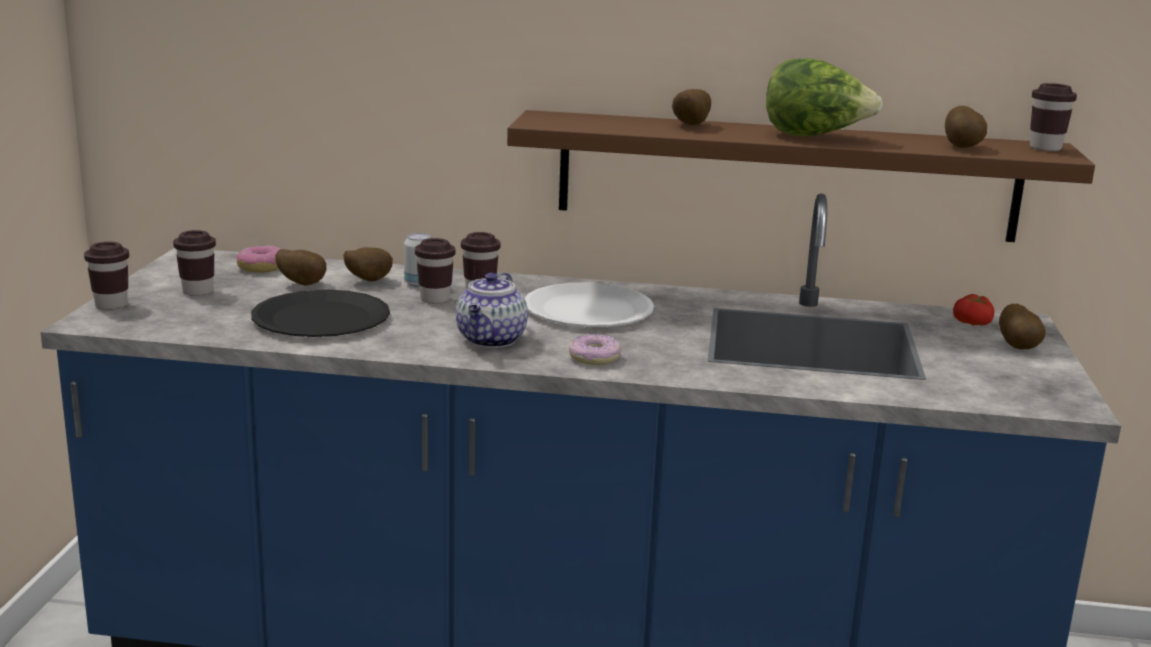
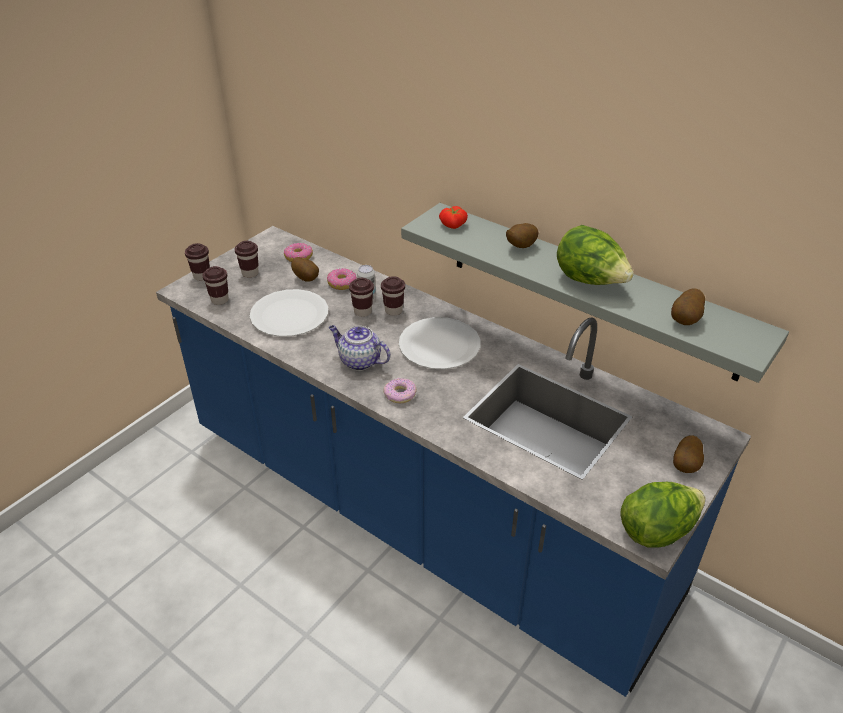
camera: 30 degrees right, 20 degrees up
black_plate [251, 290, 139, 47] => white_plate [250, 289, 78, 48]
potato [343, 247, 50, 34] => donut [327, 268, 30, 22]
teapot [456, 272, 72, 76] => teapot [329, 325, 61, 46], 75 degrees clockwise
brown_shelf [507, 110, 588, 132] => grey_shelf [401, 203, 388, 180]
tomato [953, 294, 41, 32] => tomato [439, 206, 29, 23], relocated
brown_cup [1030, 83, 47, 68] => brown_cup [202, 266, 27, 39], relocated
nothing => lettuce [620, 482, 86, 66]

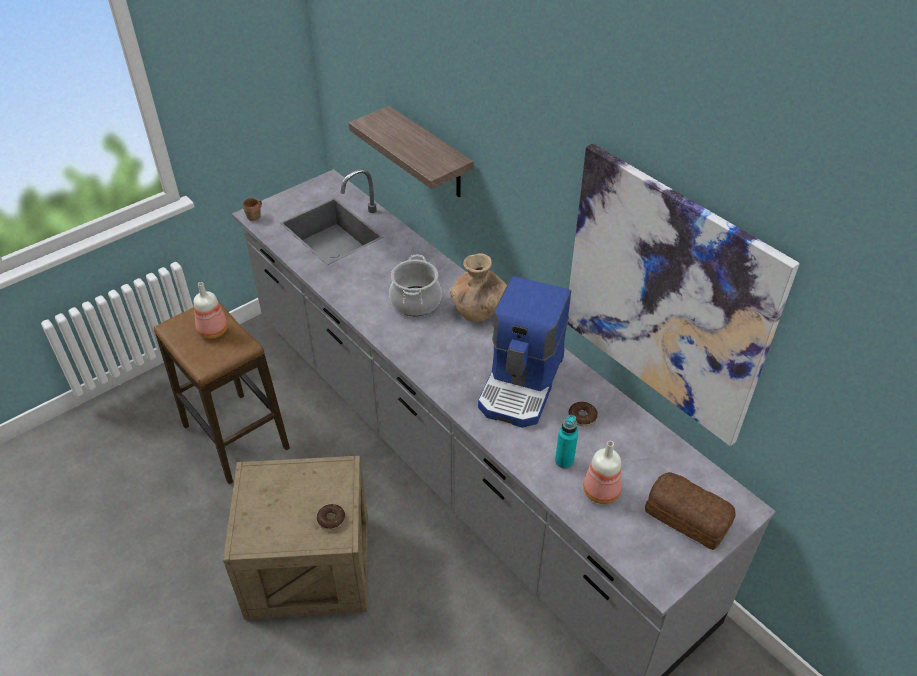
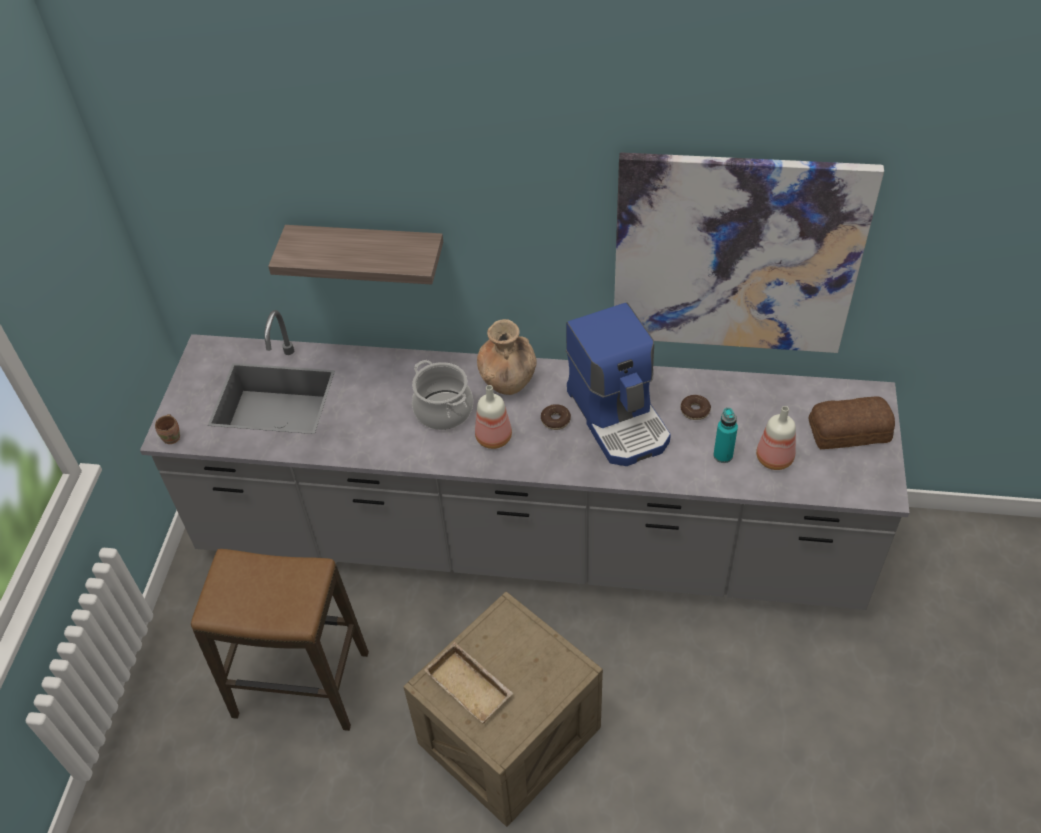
camera: 40 degrees left, 5 degrees up
bottle [194, 282, 34, 57] => bottle [475, 385, 37, 64], relocated
donut [317, 504, 28, 26] => donut [541, 404, 30, 26], relocated
nothing => beige_tray [424, 642, 89, 82]

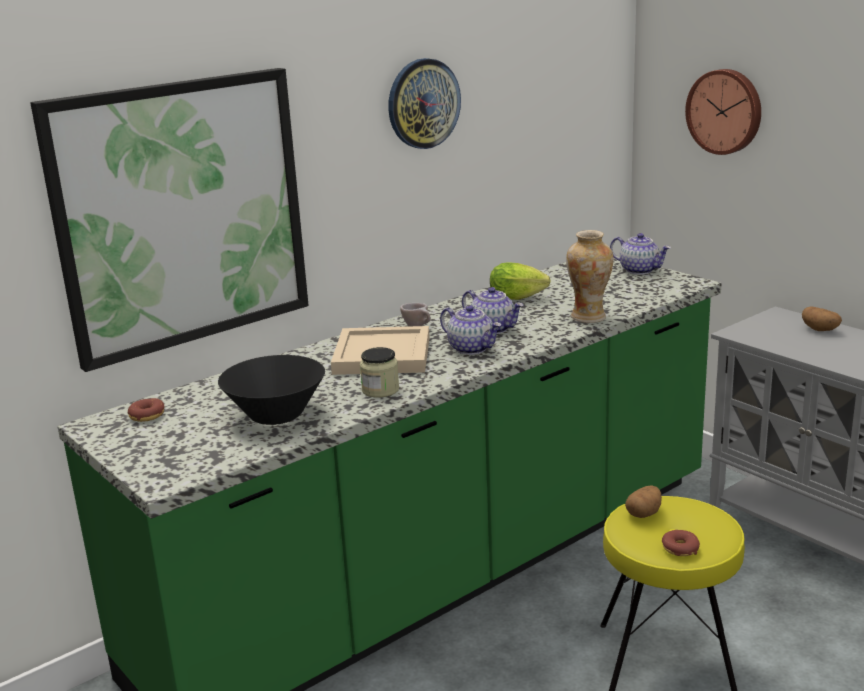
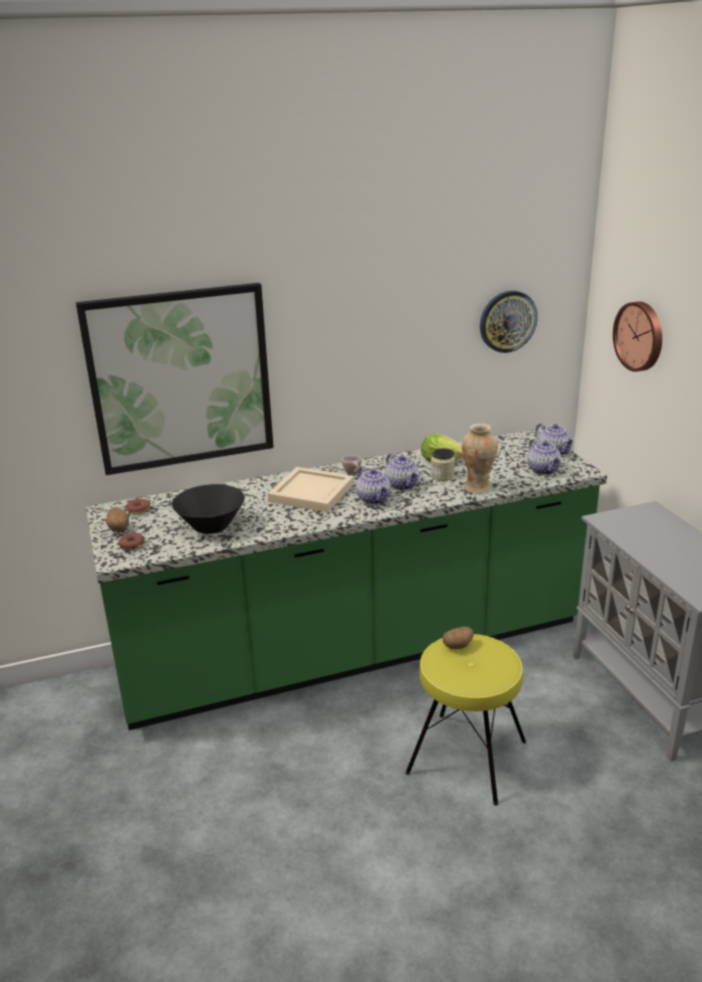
camera: 20 degrees right, 5 degrees up
jar [360, 347, 39, 51] => jar [431, 448, 24, 33], relocated
wall_clock [388, 58, 73, 91] => wall_clock [480, 290, 58, 63], relocated
donut [662, 530, 38, 26] => donut [118, 533, 27, 18], relocated
potato [802, 307, 40, 24] => potato [106, 508, 23, 23], relocated
nothing => teapot [528, 439, 33, 36]

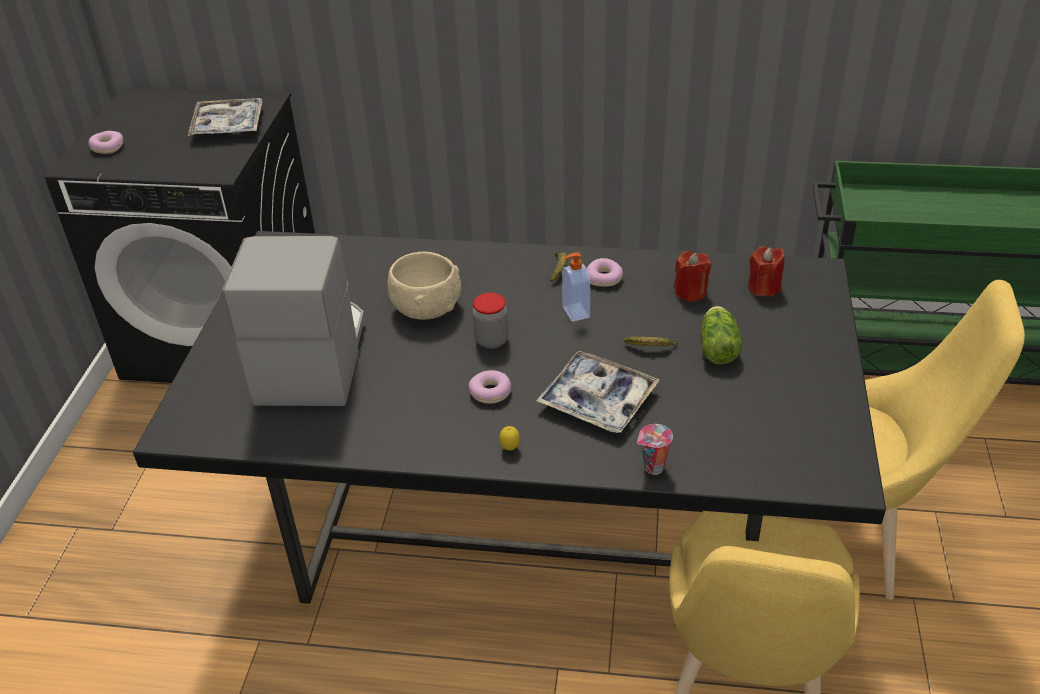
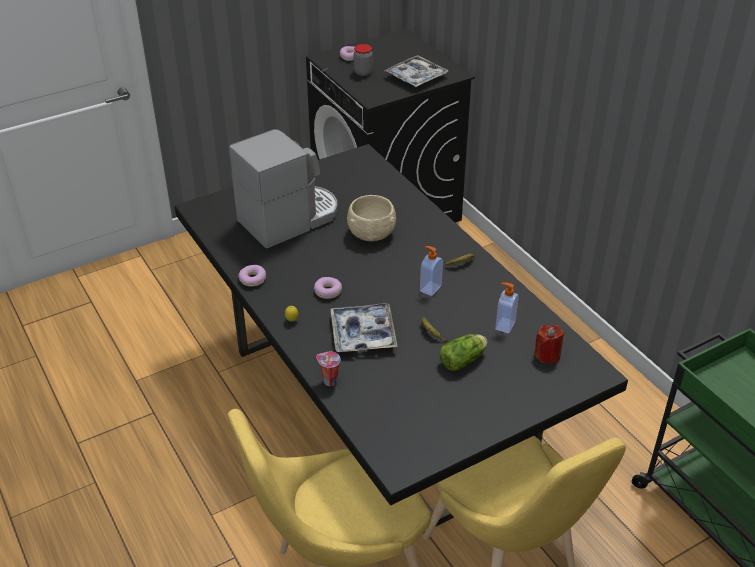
camera: 50 degrees right, 0 degrees up
jar [472, 293, 37, 56] => jar [354, 44, 19, 32], relocated
donut [587, 258, 36, 29] => donut [238, 265, 28, 22], relocated
red_candle [674, 251, 37, 51] => soap_dispenser [495, 282, 24, 52]

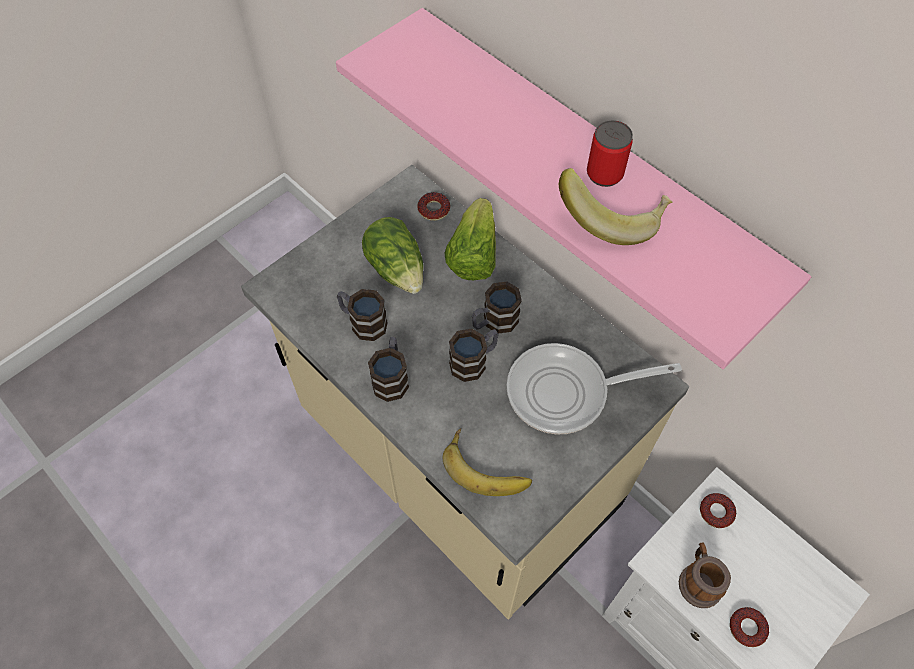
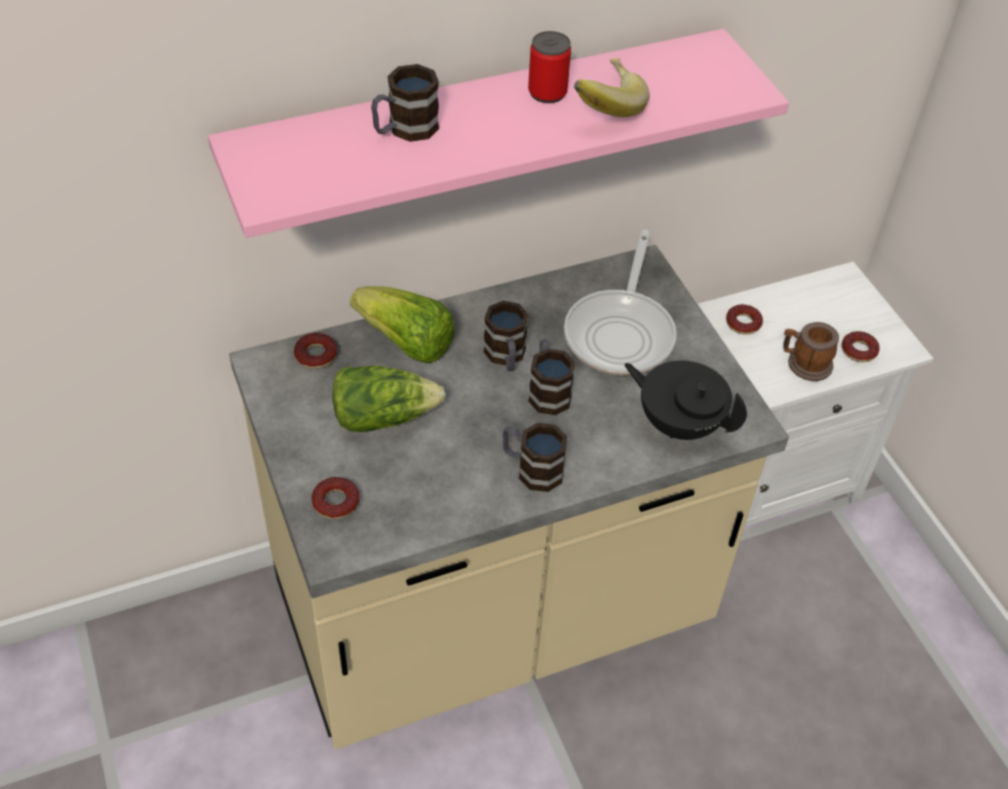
camera: 70 degrees left, 10 degrees down
mug [337, 289, 51, 52] => mug [371, 64, 68, 78], relocated
banana [443, 428, 89, 68] => black_teapot [624, 360, 123, 80]
nothing => donut [311, 477, 48, 42]

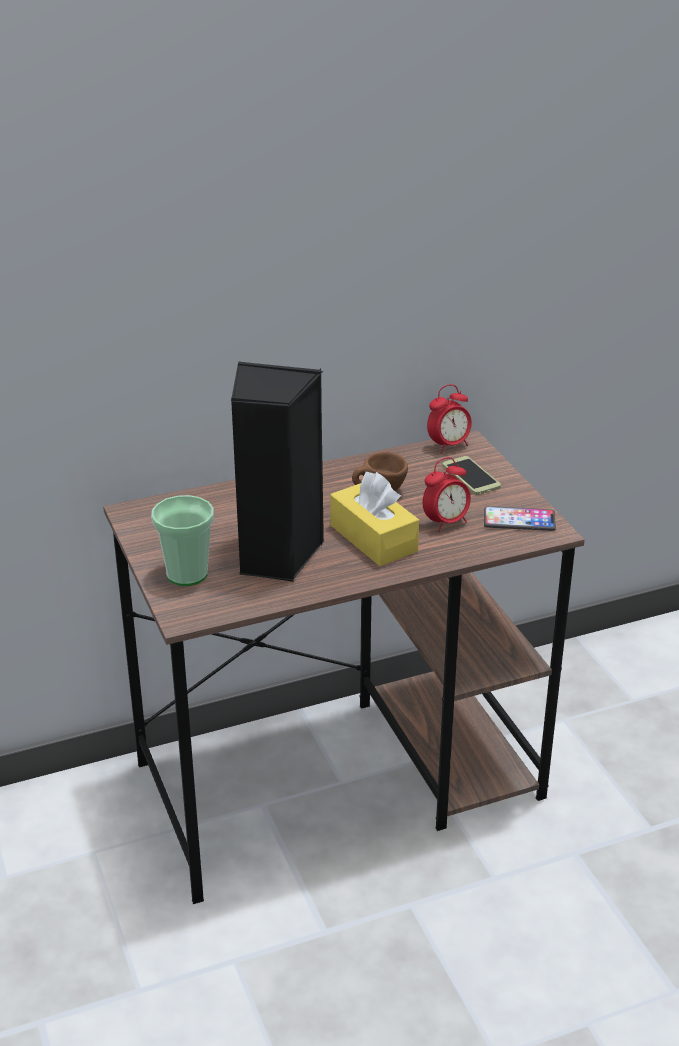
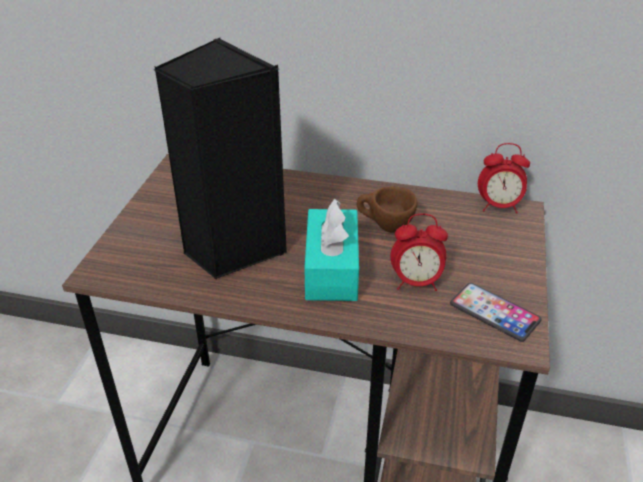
camera: 35 degrees right, 5 degrees up
cup [151, 495, 63, 91] => nothing
yellow_tissue_box [330, 472, 89, 94] => turquoise_tissue_box [304, 198, 55, 103]
phone [442, 456, 59, 39] => nothing

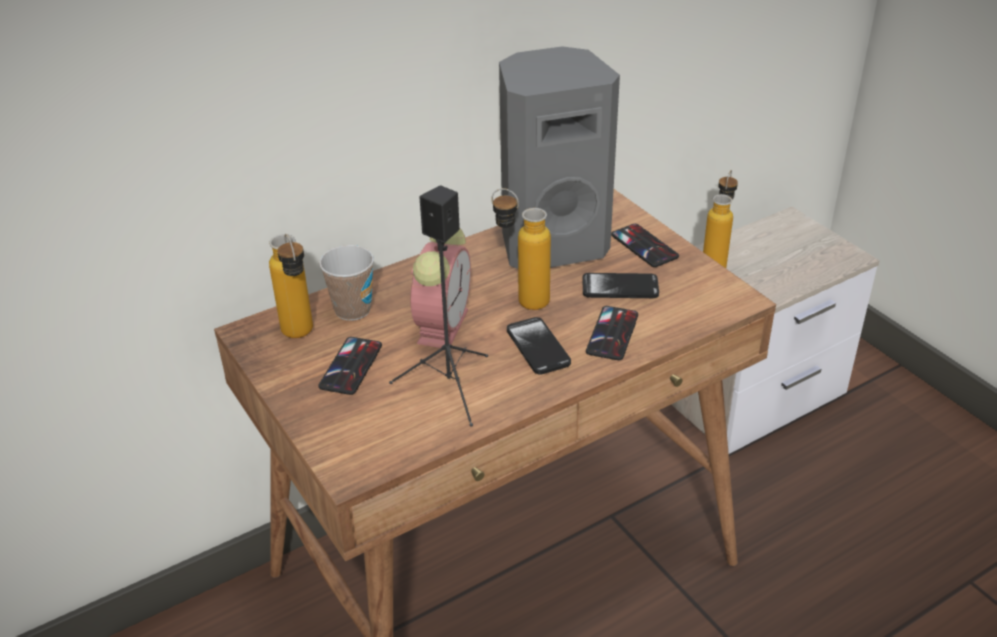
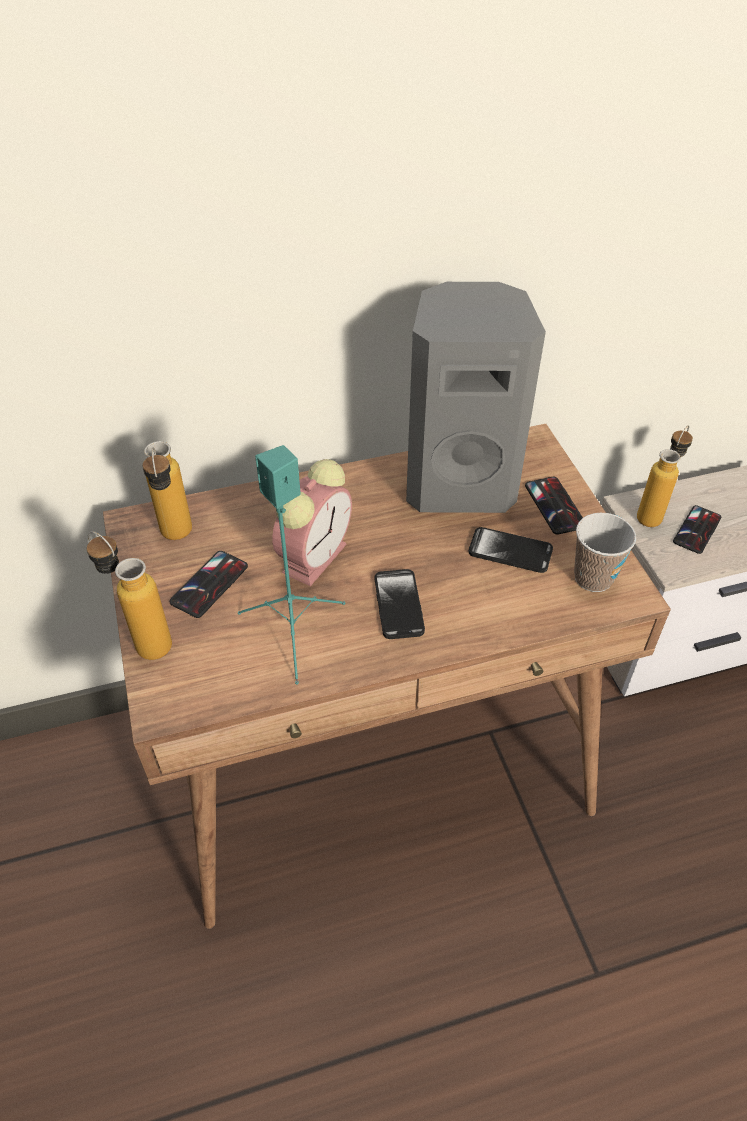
camera: 15 degrees right, 10 degrees up
cup [319, 245, 55, 76] => cup [574, 512, 62, 80], relocated
black_speaker [389, 185, 99, 241] => turquoise_speaker [238, 445, 107, 240]
bottle [491, 188, 60, 122] => bottle [86, 531, 86, 129], relocated
phone [586, 306, 52, 54] => phone [673, 505, 48, 49], relocated

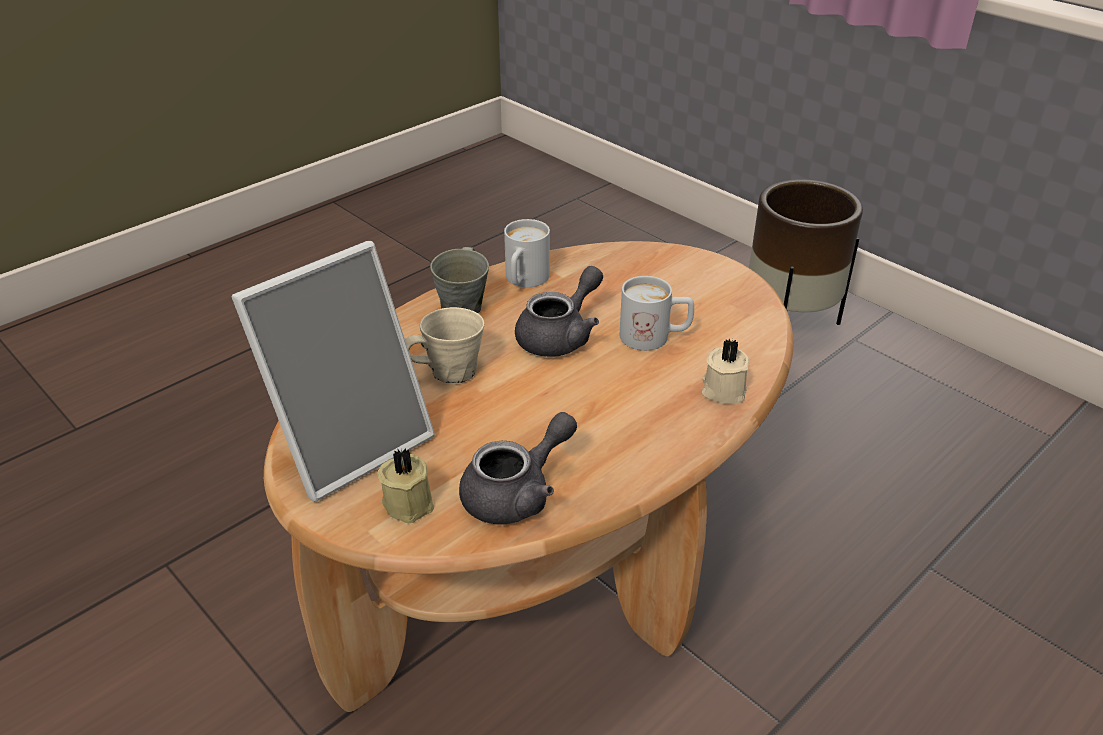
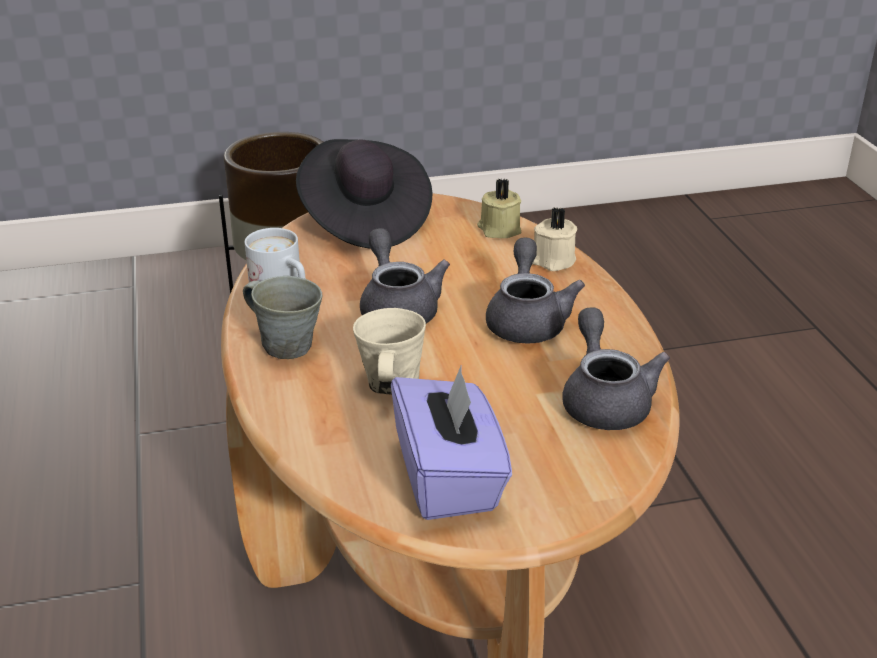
camera: 60 degrees left, 5 degrees down
picture_frame [231, 241, 204, 261] => purple_tissue_box [391, 366, 121, 154]
beige_candle [377, 448, 57, 75] => beige_candle [477, 178, 44, 60], relocated
white_mug [620, 276, 74, 75] => nothing
nothing => black_hat [296, 139, 136, 110]
nothing => grey_teapot [486, 237, 99, 107]

